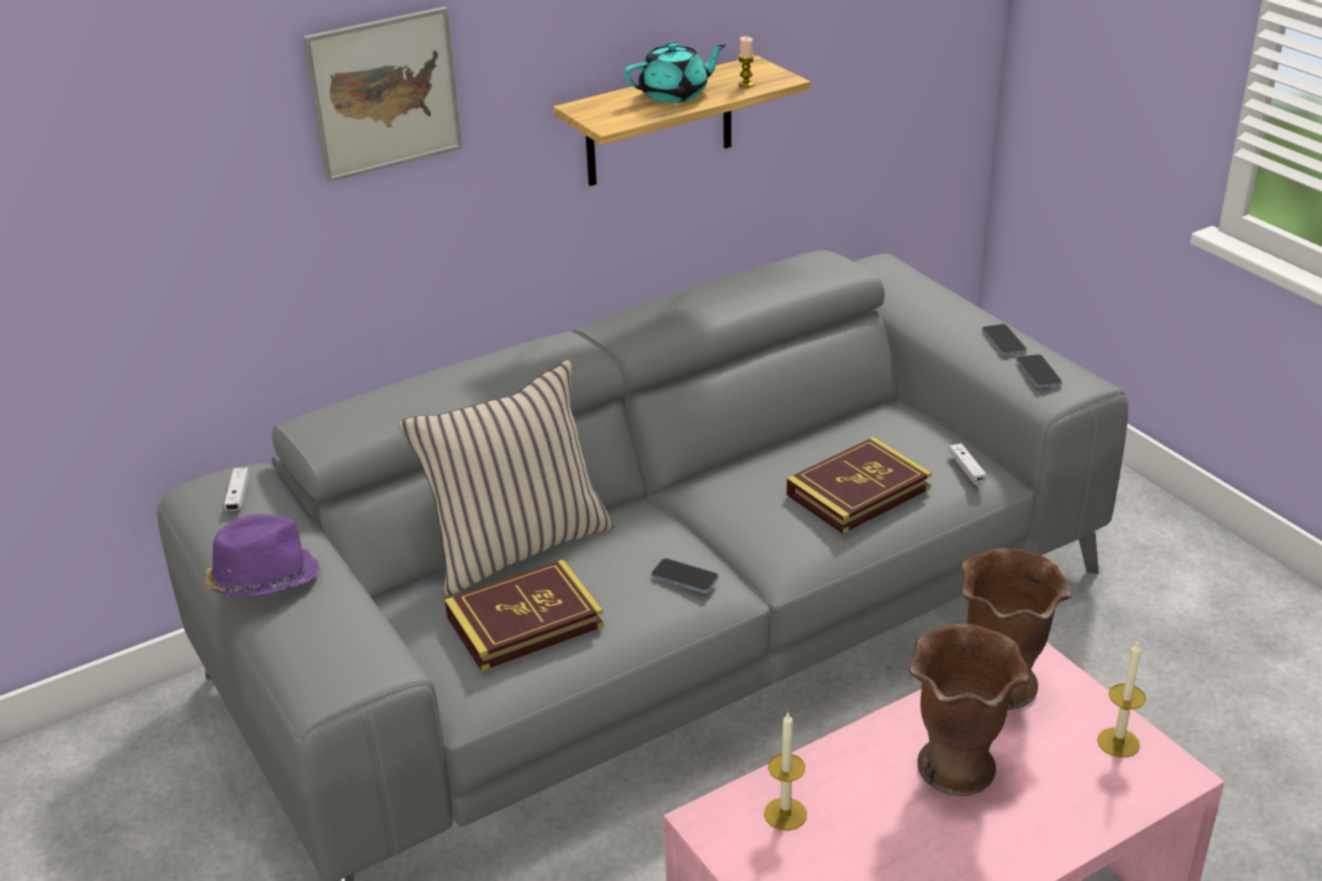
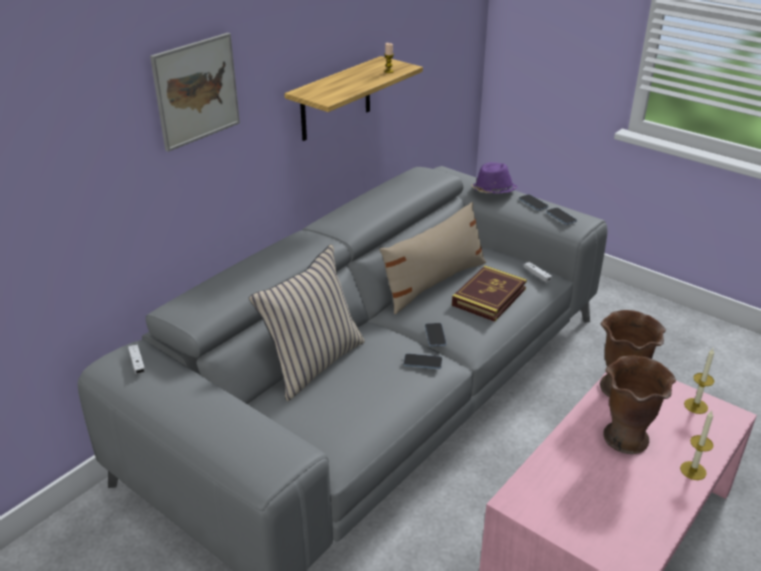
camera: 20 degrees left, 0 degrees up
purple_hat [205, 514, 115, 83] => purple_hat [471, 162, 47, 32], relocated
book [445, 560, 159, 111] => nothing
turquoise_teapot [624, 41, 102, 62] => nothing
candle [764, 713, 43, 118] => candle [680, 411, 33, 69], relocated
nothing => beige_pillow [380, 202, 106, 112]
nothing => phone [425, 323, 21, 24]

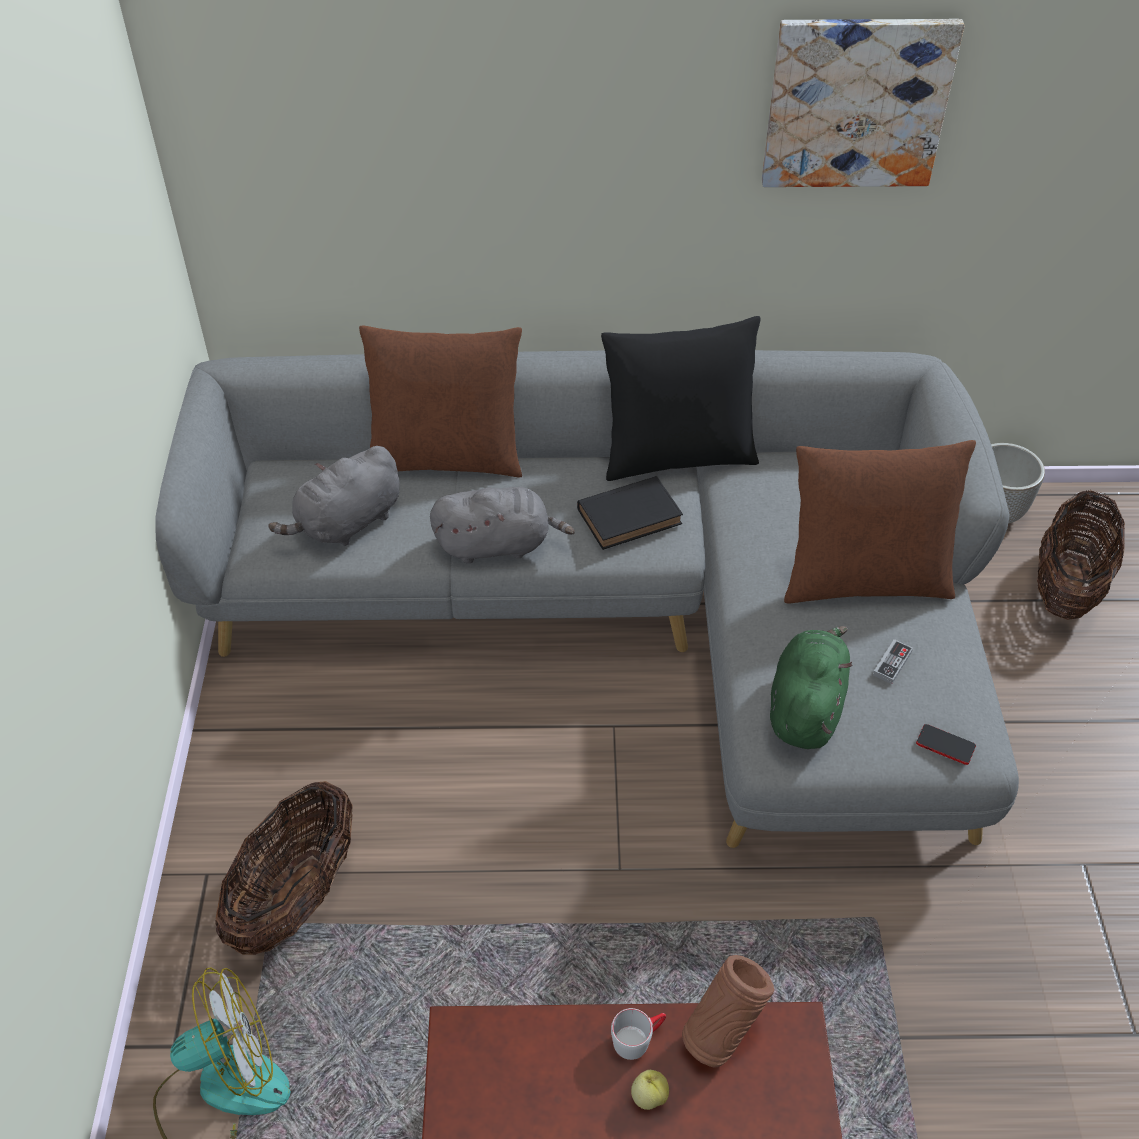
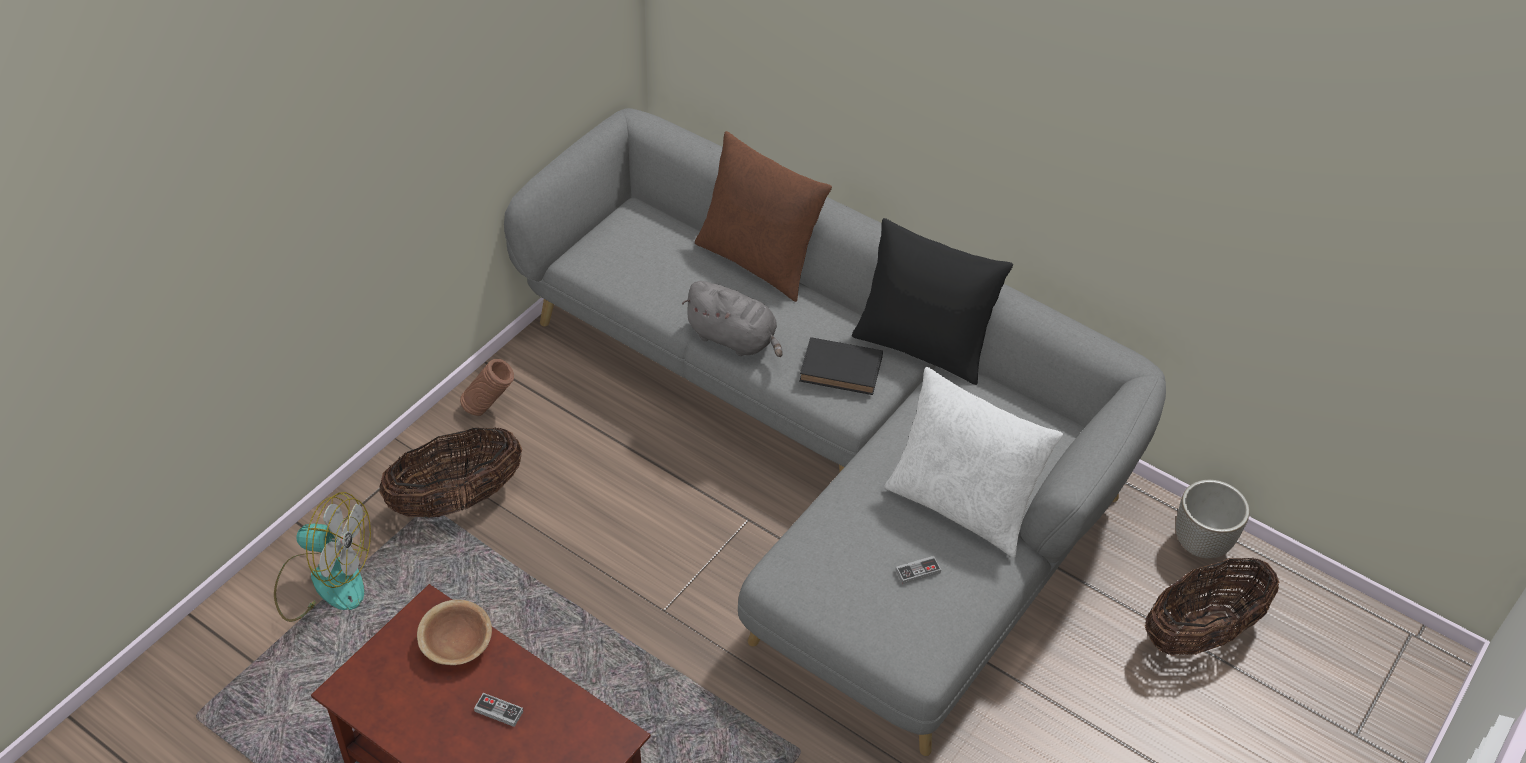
camera: 35 degrees right, 0 degrees up
grey_plush_toy [268, 446, 132, 100] => nothing
grey_mug [611, 1008, 55, 52] => nothing
apple [631, 1070, 38, 40] => game_controller [474, 693, 49, 34]
brown_vase [682, 955, 92, 113] => brown_vase [460, 359, 54, 57], relocated
picture [762, 19, 203, 168] => nothing
green_plush_toy [770, 626, 82, 123] => nothing
brown_pillow [784, 440, 192, 164] => white_pillow [884, 367, 179, 191]
phone [916, 724, 60, 41] => nothing
nothing => brown_bowl [417, 600, 75, 65]

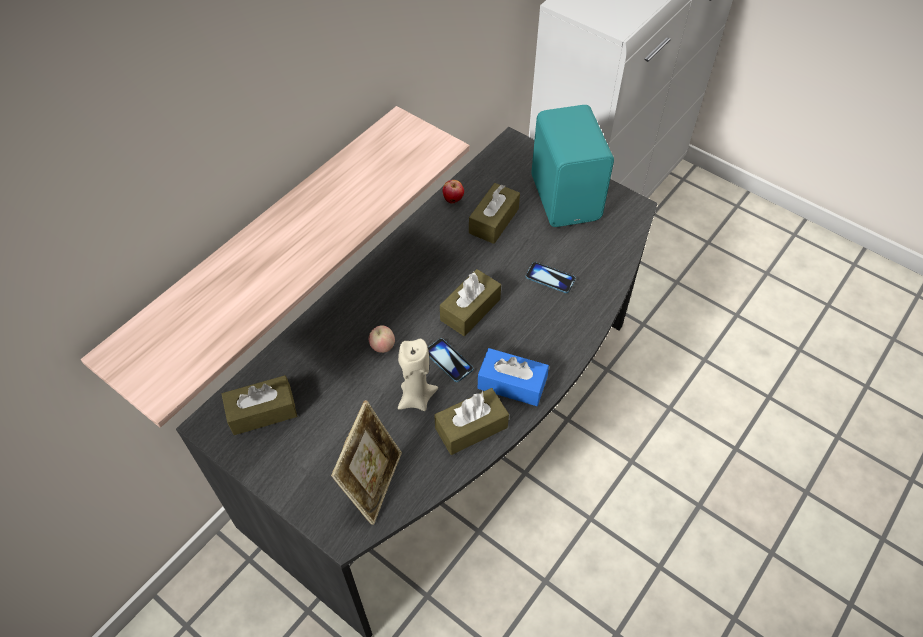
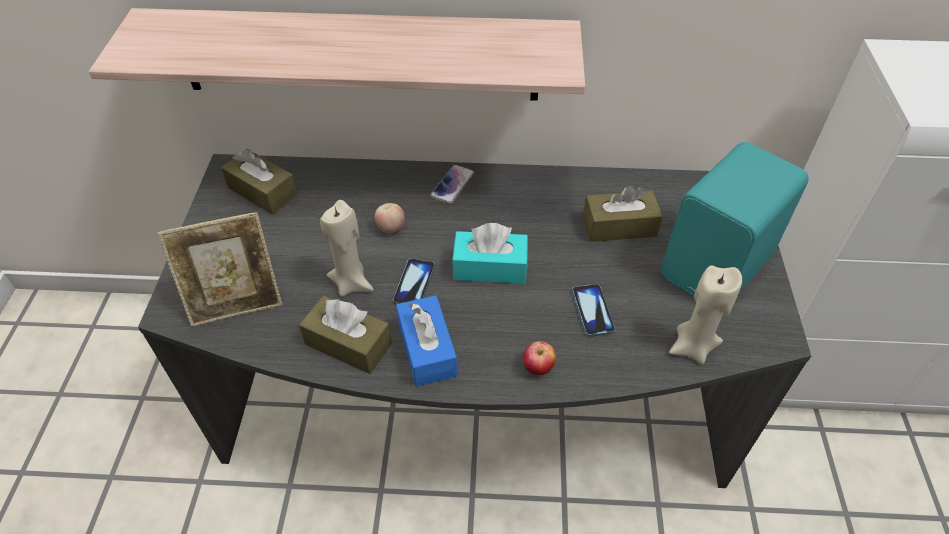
camera: 55 degrees right, 5 degrees down
brown_tissue_box [440, 269, 61, 67] => turquoise_tissue_box [452, 223, 76, 61]
apple [442, 180, 22, 24] => apple [524, 341, 32, 34], relocated
nothing => phone [430, 164, 45, 40]
nothing => beige_candle [669, 265, 73, 99]

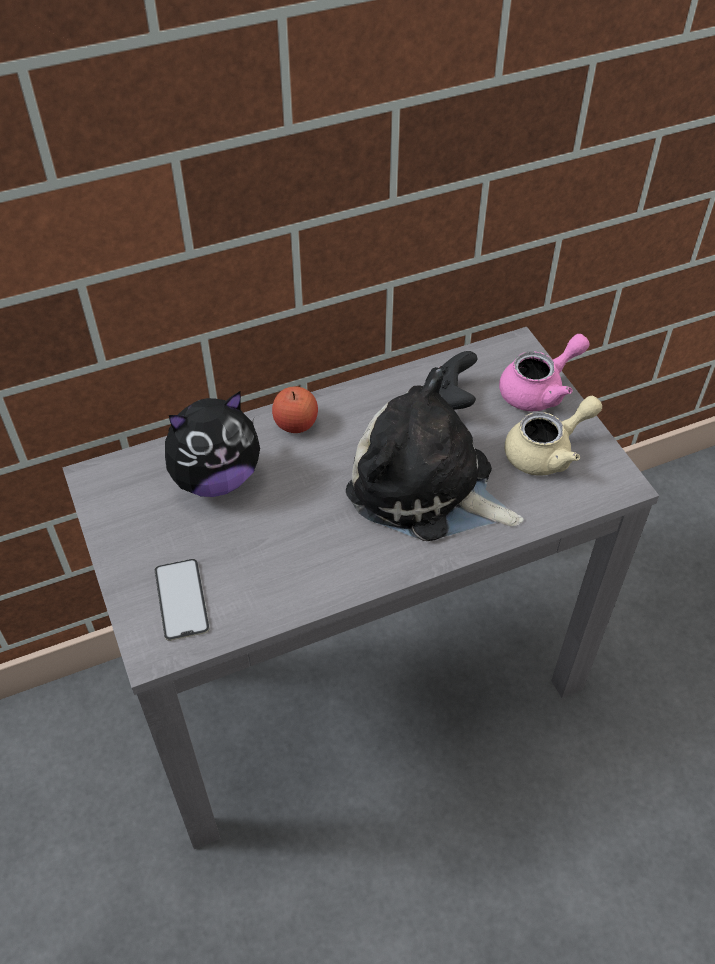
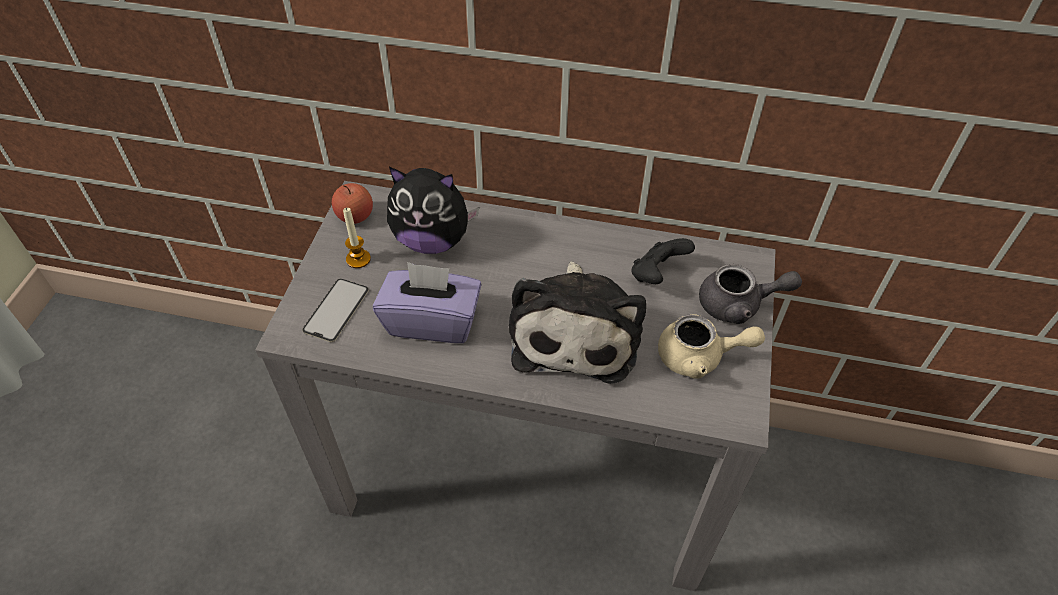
camera: 35 degrees right, 0 degrees up
apple [272, 386, 46, 47] => apple [332, 183, 41, 41], relocated
plush_toy [346, 367, 177, 174] => plush_toy [509, 262, 137, 122], 150 degrees counterclockwise
pink_teapot [499, 334, 90, 77] => grey_teapot [699, 264, 103, 60]
nothing => candle [343, 208, 28, 60]
nothing => purple_tissue_box [373, 262, 109, 81]

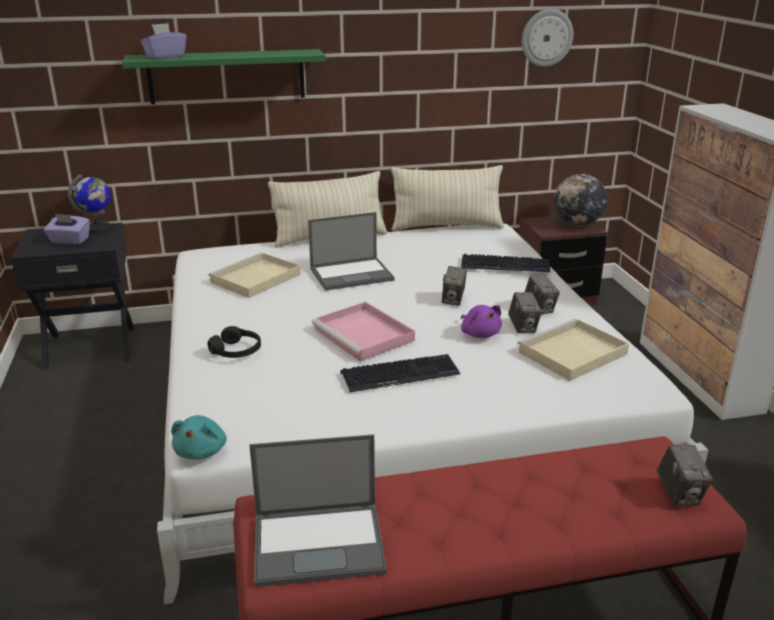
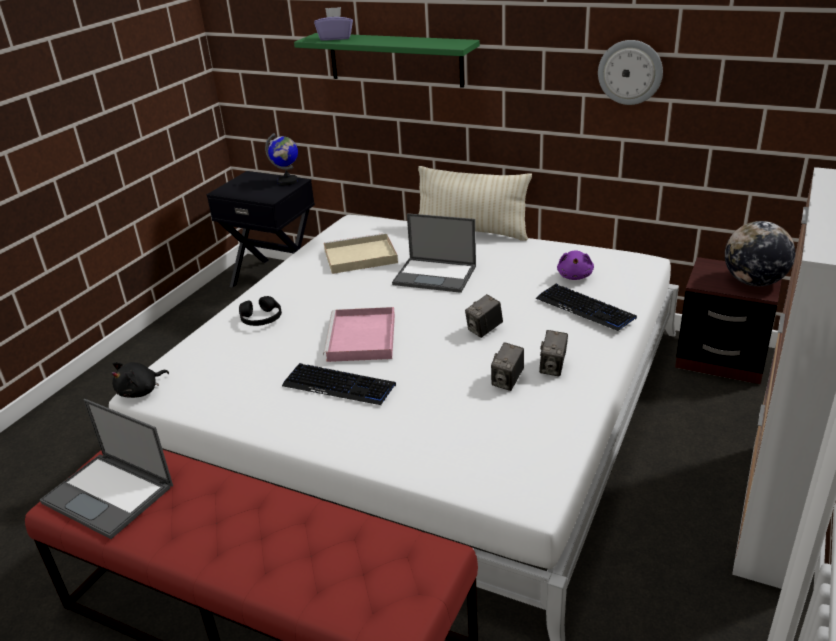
camera: 40 degrees right, 5 degrees up
purple_tissue_box [44, 214, 46, 30] => nothing
turquoise_plush_toy [171, 415, 56, 45] => black_plush_toy [111, 362, 58, 36]
beige_pillow [391, 165, 113, 66] => nothing
purple_plush_toy [461, 305, 41, 33] => purple_plush_toy [557, 250, 37, 30], relocated
beige_tray [517, 319, 112, 62] => nothing
wall_clock [522, 9, 52, 58] => wall_clock [598, 40, 65, 65], relocated
photo_camera [657, 445, 56, 60] => nothing

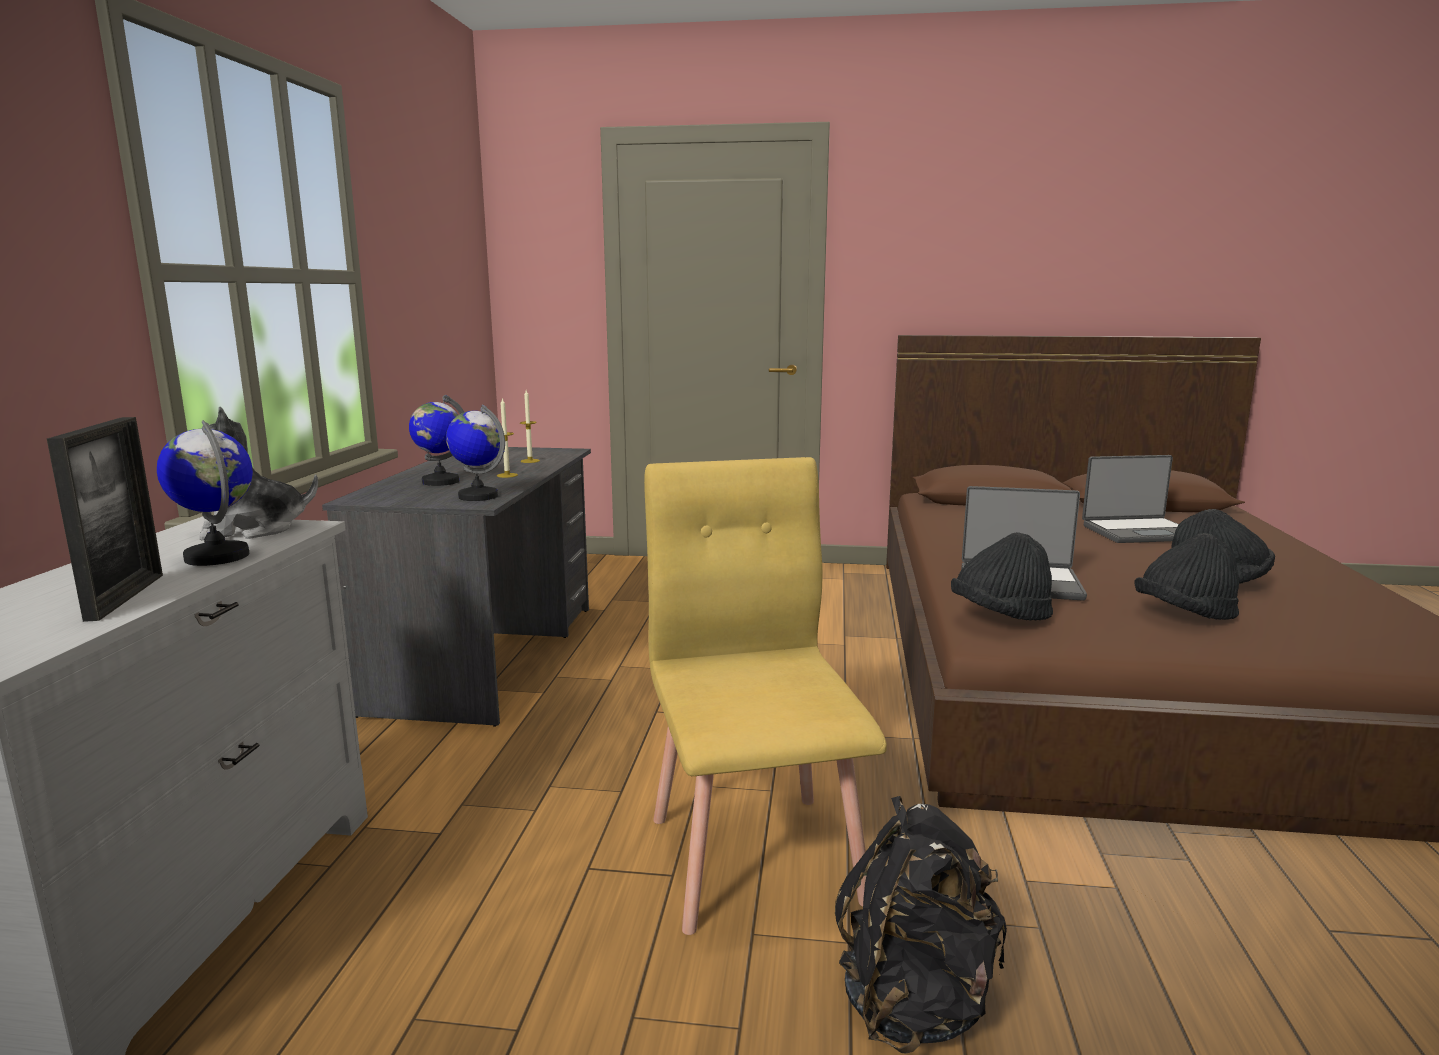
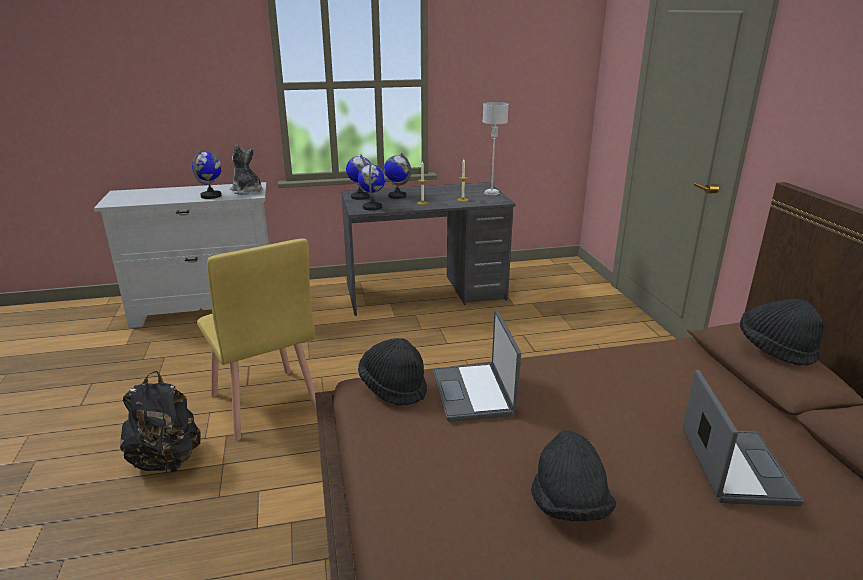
camera: 70 degrees right, 10 degrees up
picture_frame [47, 417, 116, 205] => nothing
yellow_chair [644, 457, 243, 478] => yellow_chair [197, 238, 120, 202], 90 degrees clockwise
laptop [1082, 455, 97, 88] => laptop [683, 370, 121, 136], 150 degrees counterclockwise
black_hat [1134, 533, 105, 87] => black_hat [740, 299, 84, 67], relocated
nothing => globe [346, 154, 24, 46]
nothing => grey_table_lamp [483, 102, 26, 93]

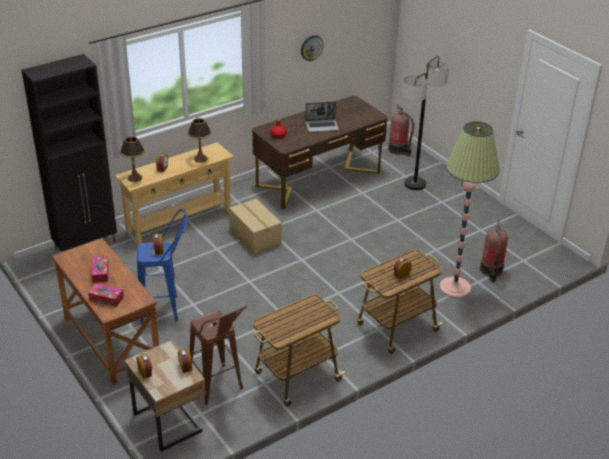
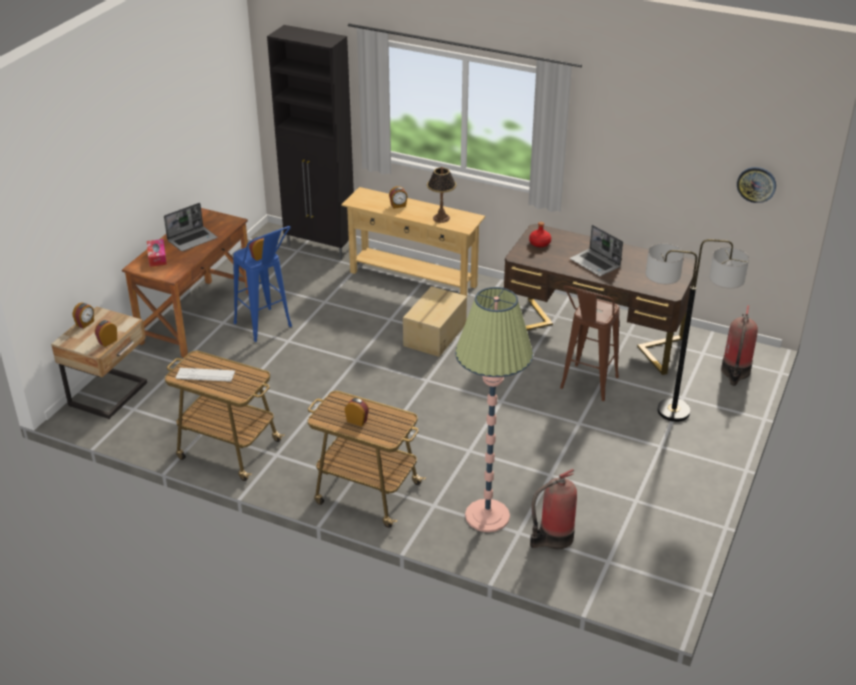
camera: 60 degrees right, 0 degrees up
tissue_box [91, 256, 18, 27] => laptop [164, 203, 53, 48]
table_lamp [120, 136, 25, 46] => nothing
brown_stool [190, 305, 57, 100] => brown_stool [560, 286, 59, 115], relocated
wall_clock [301, 35, 23, 26] => wall_clock [737, 167, 39, 36], relocated
nothing => keyboard [176, 368, 59, 14]

